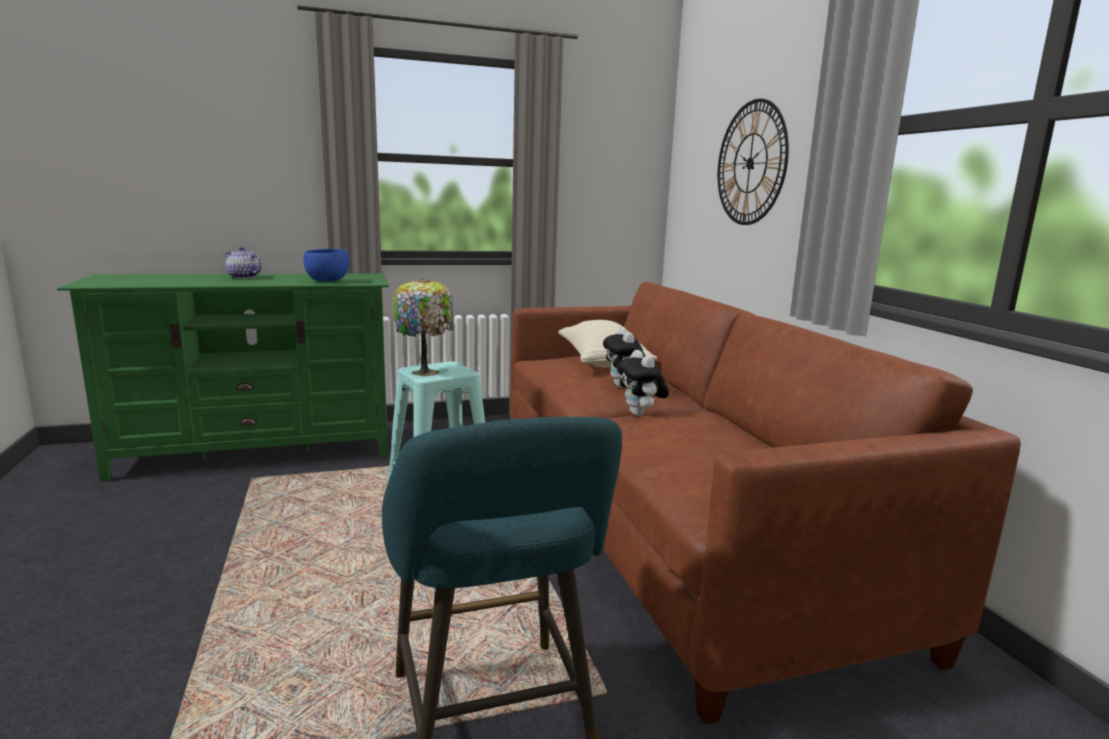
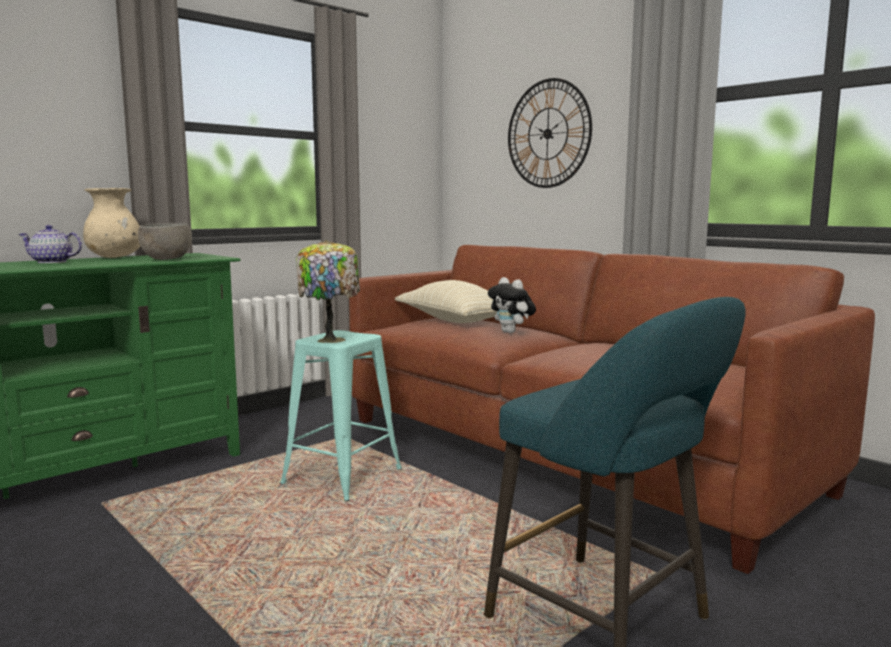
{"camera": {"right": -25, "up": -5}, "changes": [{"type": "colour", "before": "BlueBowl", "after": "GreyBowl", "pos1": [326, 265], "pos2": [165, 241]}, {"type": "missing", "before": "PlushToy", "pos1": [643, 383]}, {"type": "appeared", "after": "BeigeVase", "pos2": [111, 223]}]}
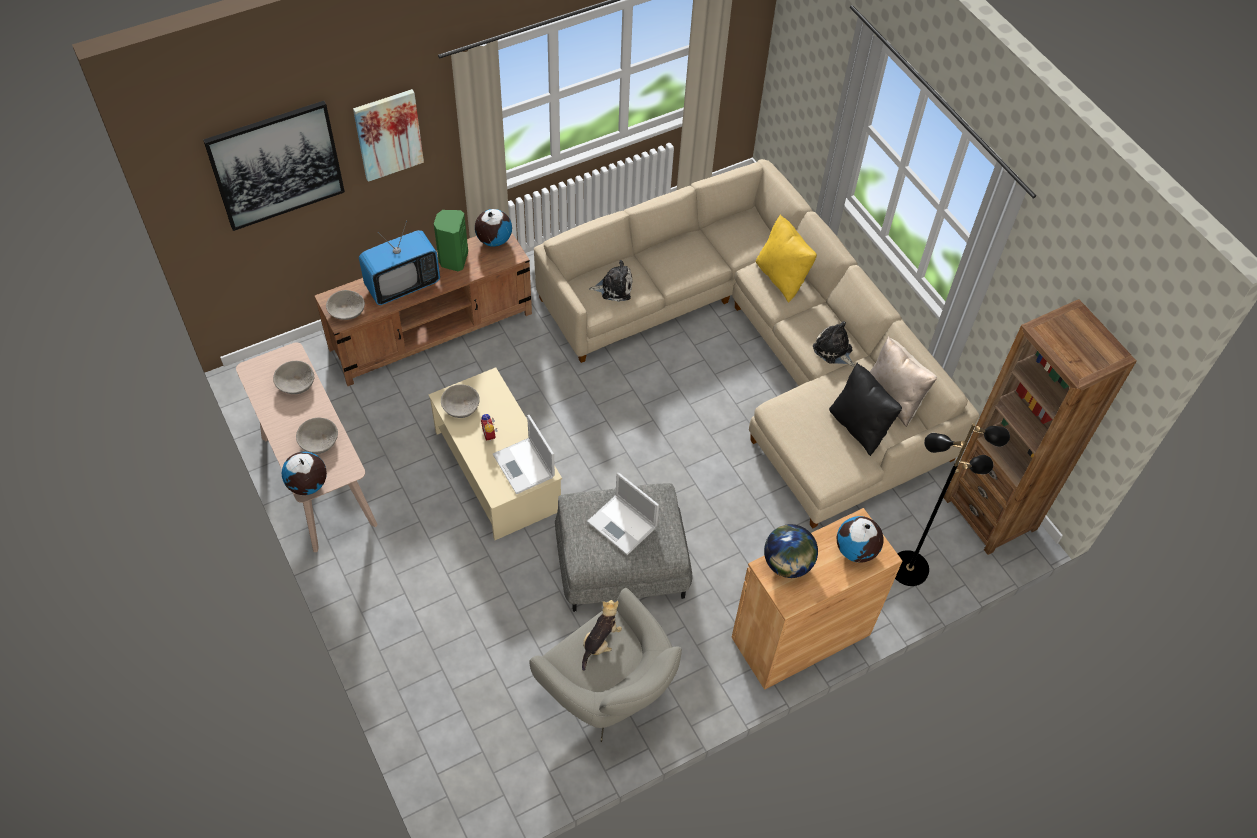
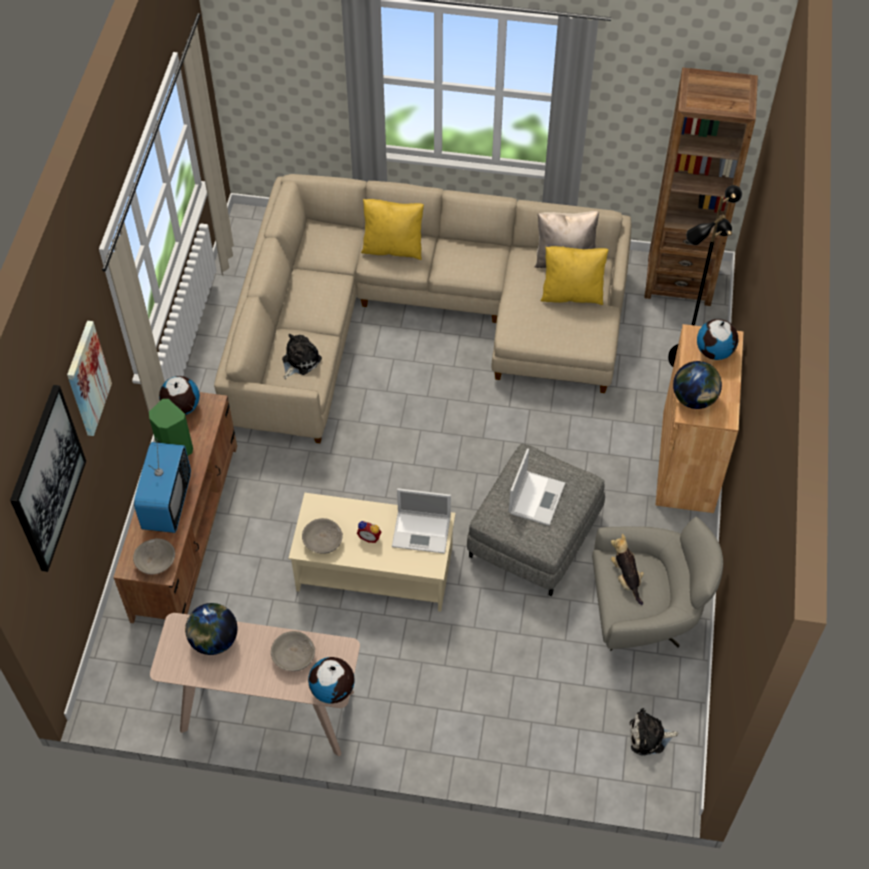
{"camera": {"right": -50, "up": 0}, "changes": [{"type": "exchanged", "before": "GreyBowl", "after": "Globe", "pos1": [294, 377], "pos2": [211, 629]}, {"type": "spun", "before": "Laptop", "pos1": [623, 513], "pos2": [537, 487], "turn": -60}, {"type": "relocated", "before": "PlushToy", "pos1": [834, 343], "pos2": [654, 732]}, {"type": "colour", "before": "BlackPillow", "after": "YellowPillow", "pos1": [865, 409], "pos2": [574, 275]}]}
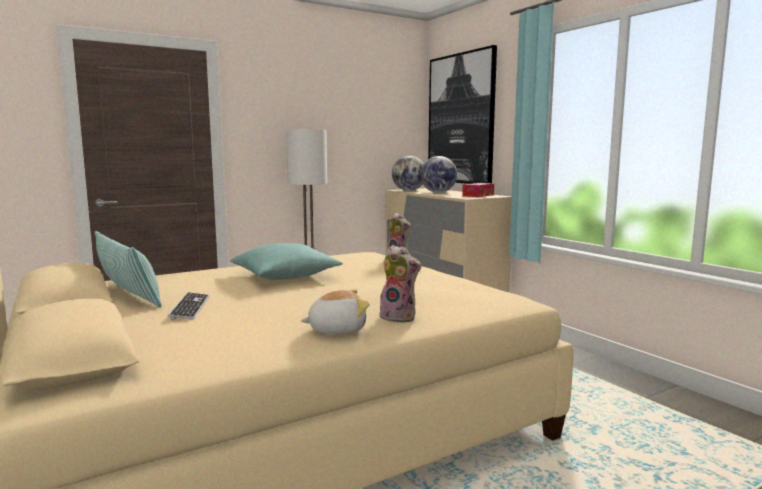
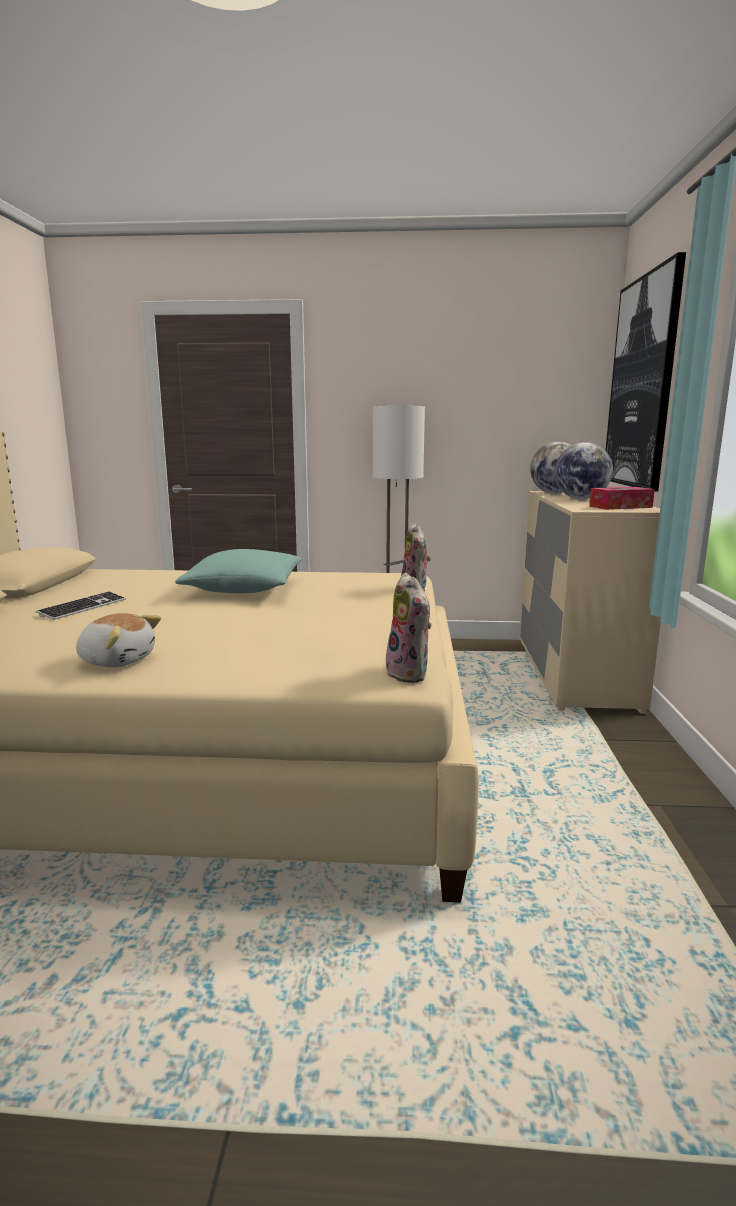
{"camera": {"right": 35, "up": 5}, "changes": [{"type": "missing", "before": "Pillow", "pos1": [128, 269]}, {"type": "relocated", "before": "PlushToy", "pos1": [400, 284], "pos2": [408, 628]}]}
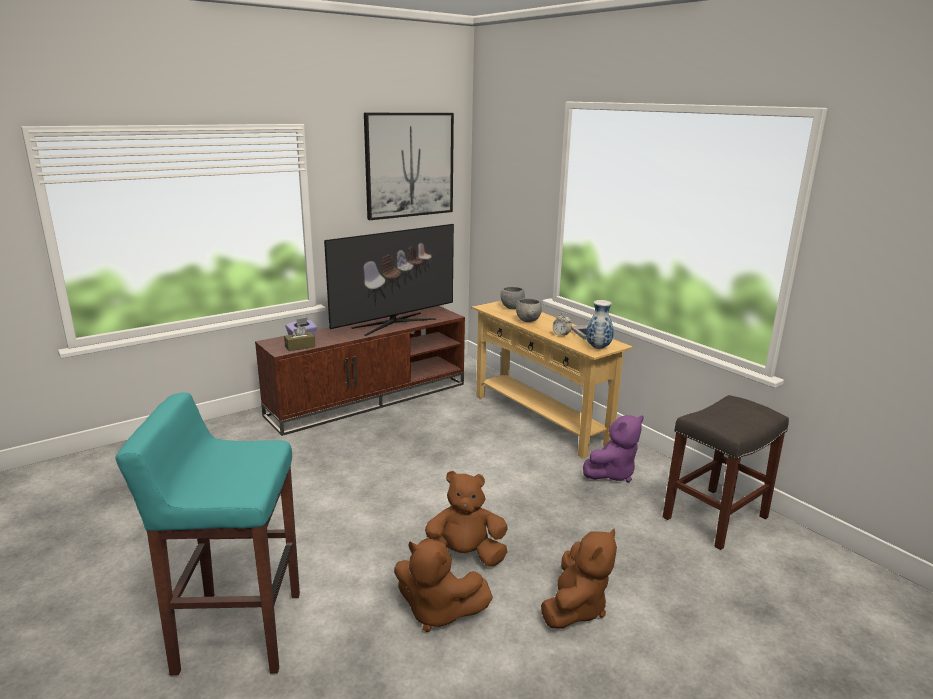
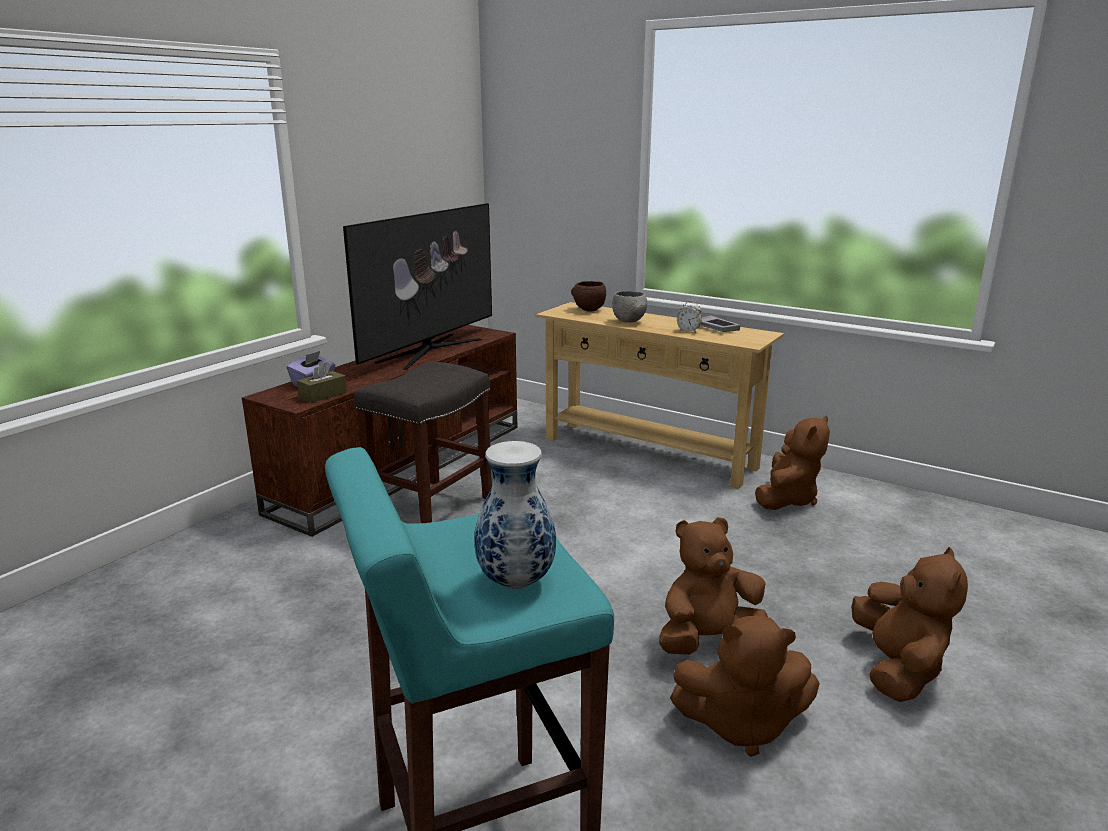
{"camera": {"right": -20, "up": 0}, "changes": [{"type": "missing", "before": "Picture", "pos1": [409, 166]}, {"type": "colour", "before": "GreyBowl", "after": "BrownBowl", "pos1": [512, 297], "pos2": [588, 296]}, {"type": "colour", "before": "PurplePlushToy", "after": "BrownPlushToy", "pos1": [613, 448], "pos2": [792, 462]}, {"type": "relocated", "before": "Vase", "pos1": [600, 324], "pos2": [515, 515]}, {"type": "relocated", "before": "GreyStool", "pos1": [726, 472], "pos2": [423, 442]}]}
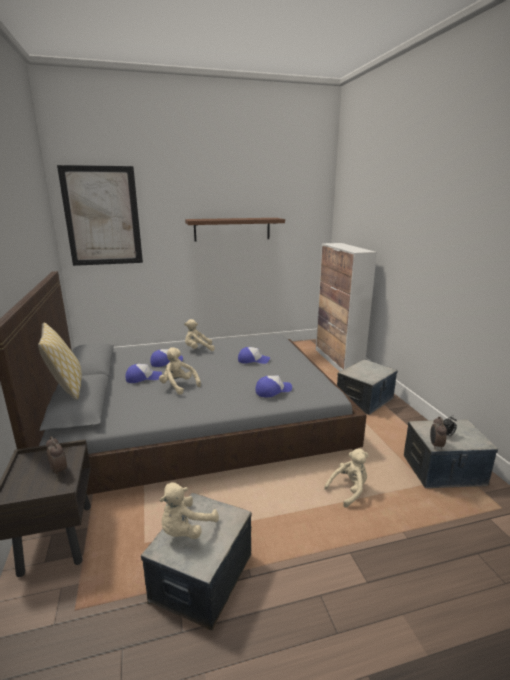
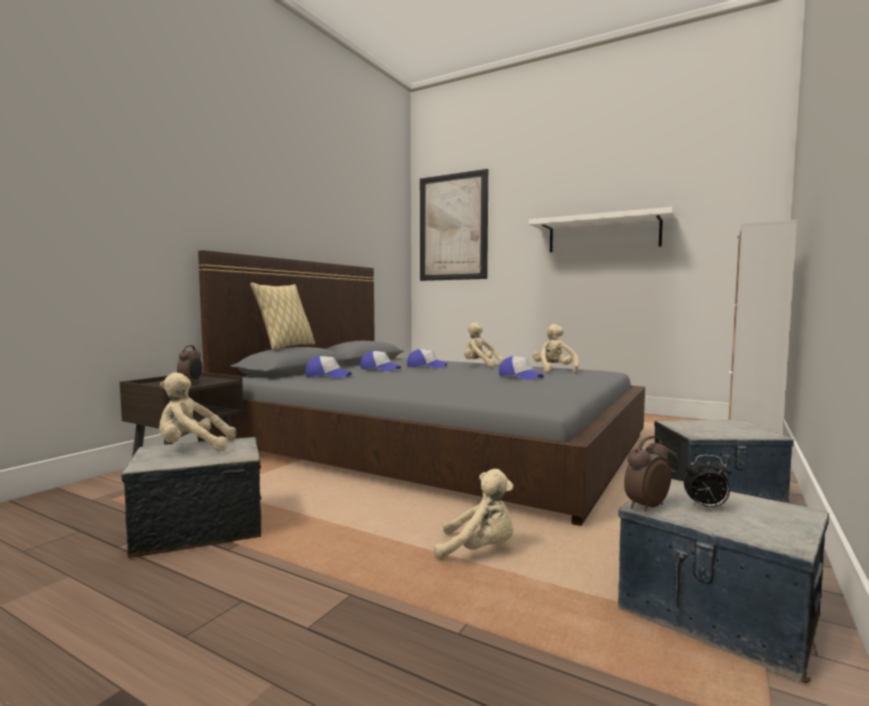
{"camera": {"right": 45, "up": -15}, "changes": [{"type": "relocated", "before": "BeigePlushToy", "pos1": [180, 371], "pos2": [556, 348]}, {"type": "colour", "before": "BrownShelf", "after": "WhiteShelf", "pos1": [235, 230], "pos2": [602, 229]}, {"type": "relocated", "before": "Cap", "pos1": [273, 387], "pos2": [328, 367]}]}
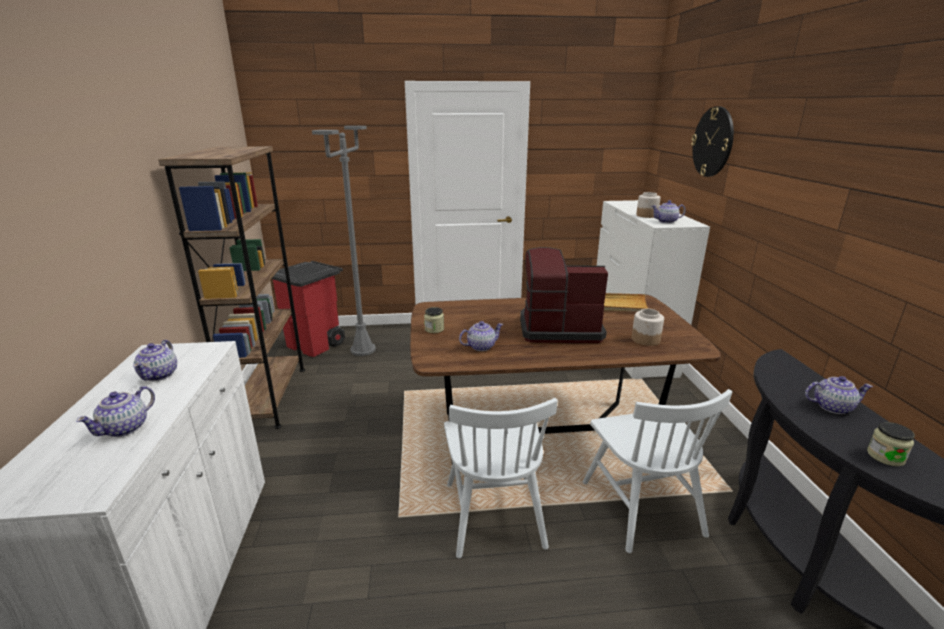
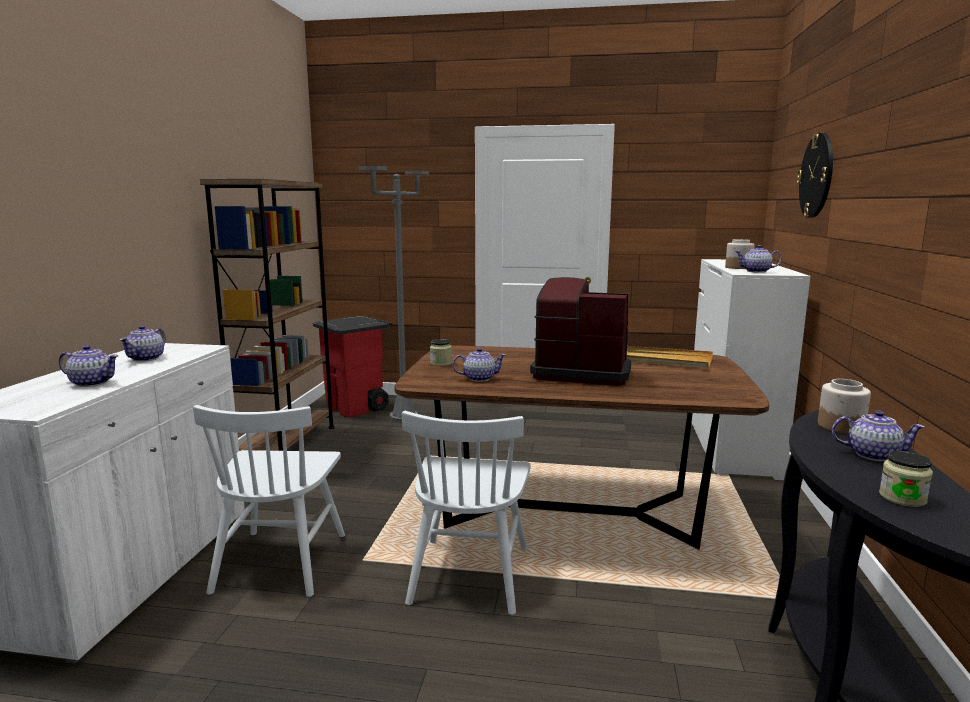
{"camera": {"right": 15, "up": -10}, "changes": [{"type": "spun", "before": "Teapot", "pos1": [115, 411], "pos2": [88, 366], "turn": -120}, {"type": "relocated", "before": "WhiteChair", "pos1": [657, 471], "pos2": [269, 501]}, {"type": "relocated", "before": "Jar", "pos1": [648, 327], "pos2": [844, 406]}]}
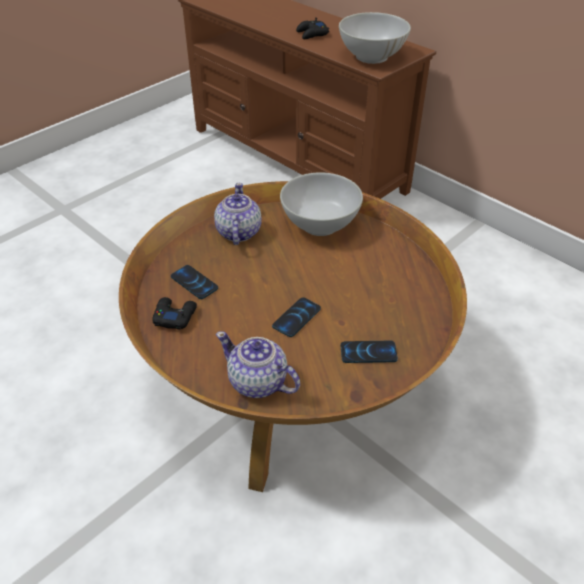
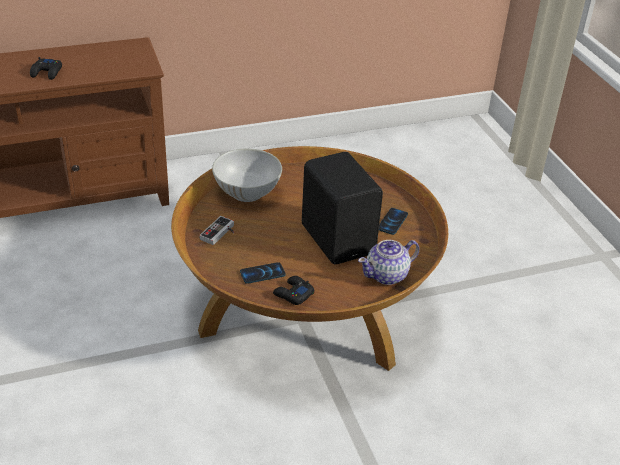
{"camera": {"right": -65, "up": -5}, "changes": [{"type": "exchanged", "before": "Teapot", "after": "GameController", "pos1": [238, 214], "pos2": [216, 230]}, {"type": "exchanged", "before": "Phone", "after": "BlackSpeaker", "pos1": [296, 317], "pos2": [342, 208]}, {"type": "missing", "before": "WhiteBowl", "pos1": [375, 38]}]}
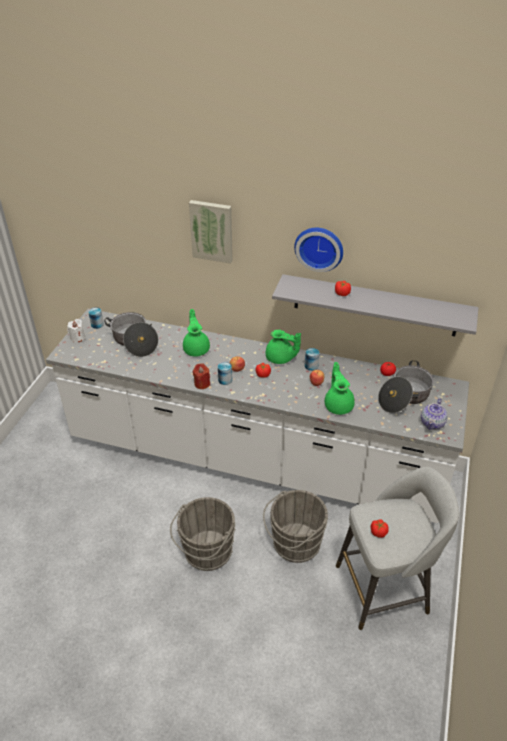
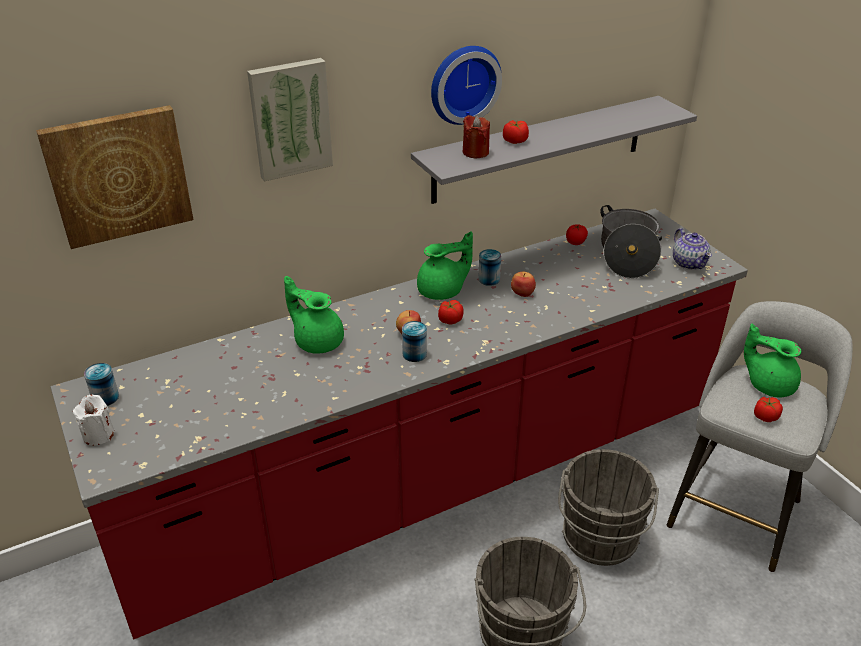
{"camera": {"right": -45, "up": -5}, "changes": [{"type": "colour", "before": "WhiteCounter", "after": "RedCounter", "pos1": [257, 416], "pos2": [399, 424]}, {"type": "missing", "before": "CookingPot", "pos1": [131, 334]}, {"type": "relocated", "before": "RedCandle", "pos1": [201, 376], "pos2": [476, 136]}, {"type": "relocated", "before": "GreenTeapot", "pos1": [340, 388], "pos2": [772, 360]}, {"type": "appeared", "after": "Picture", "pos2": [115, 177]}]}
